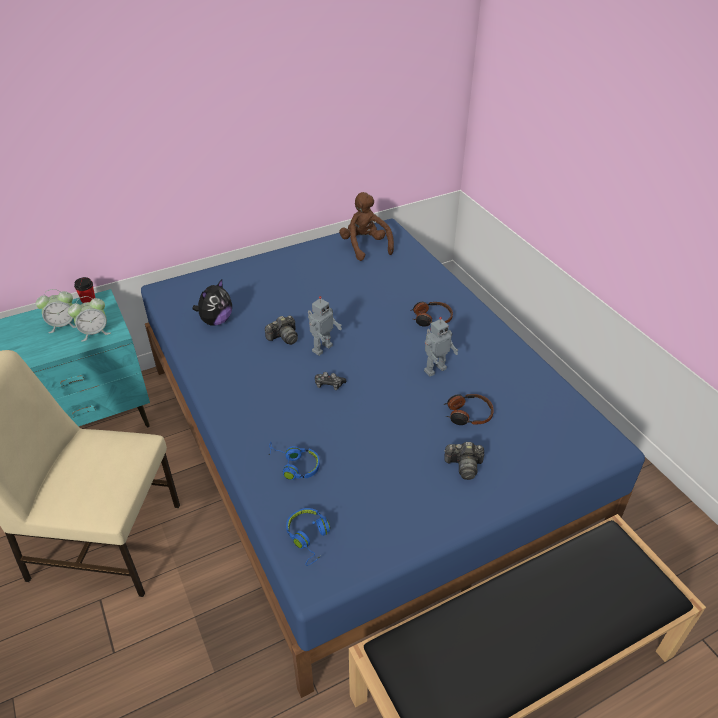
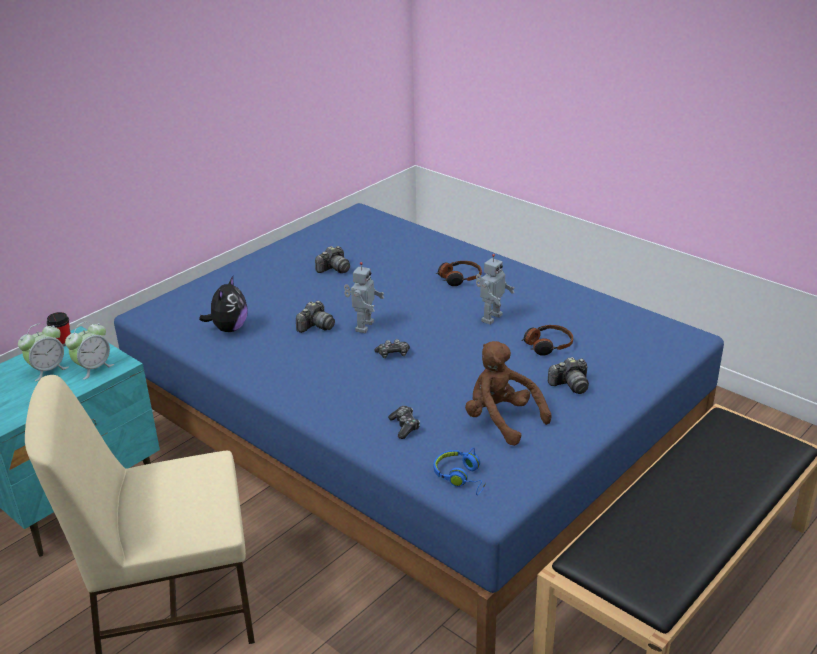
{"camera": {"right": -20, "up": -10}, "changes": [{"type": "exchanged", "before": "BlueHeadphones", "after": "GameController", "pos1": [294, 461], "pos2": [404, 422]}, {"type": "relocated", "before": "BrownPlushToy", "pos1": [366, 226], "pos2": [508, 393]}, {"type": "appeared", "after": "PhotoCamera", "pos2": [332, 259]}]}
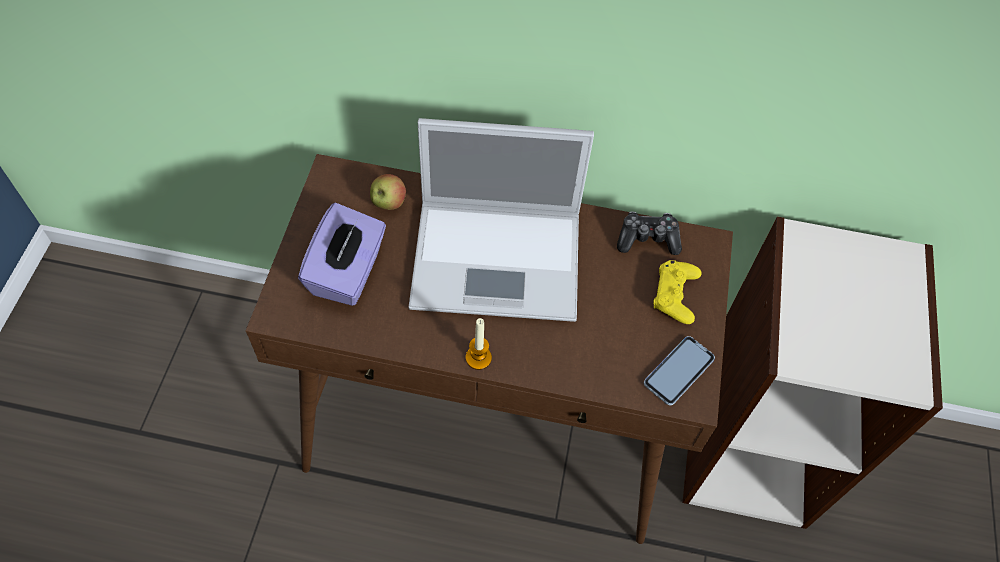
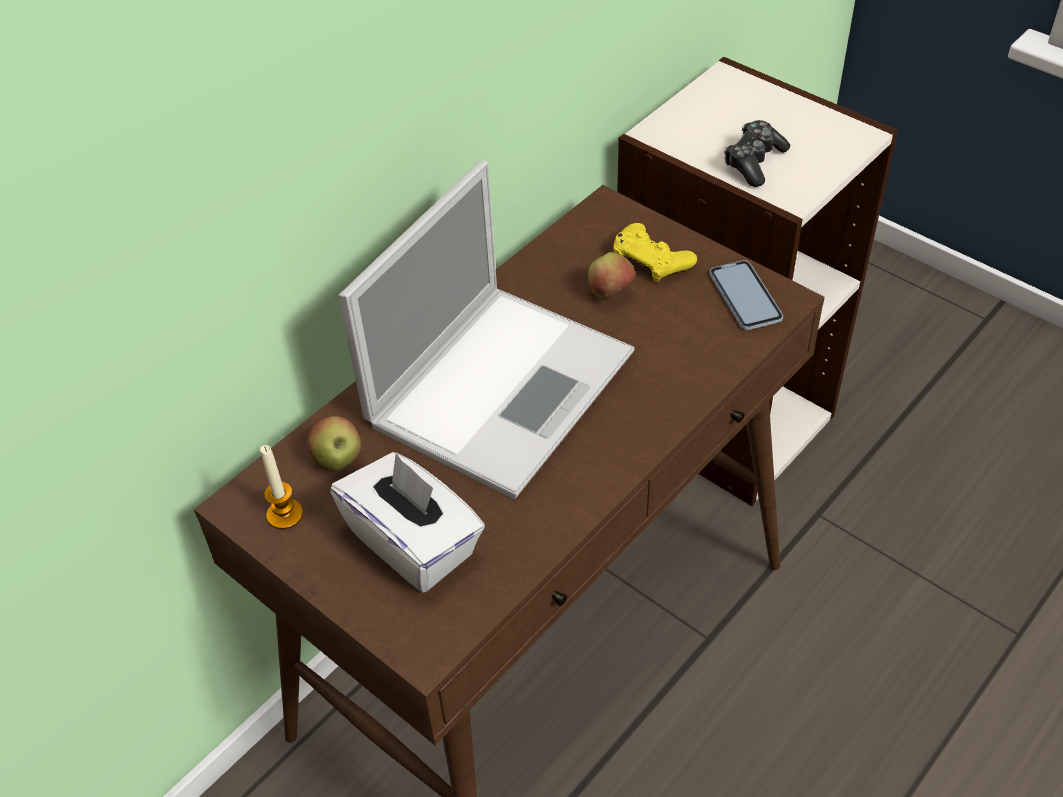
{"camera": {"right": -55, "up": -10}, "changes": [{"type": "colour", "before": "PurpleTissueBox", "after": "WhiteTissueBox", "pos1": [342, 254], "pos2": [407, 522]}, {"type": "relocated", "before": "Candle", "pos1": [479, 344], "pos2": [281, 487]}, {"type": "relocated", "before": "GameController", "pos1": [649, 233], "pos2": [757, 153]}, {"type": "appeared", "after": "Apple", "pos2": [612, 275]}]}
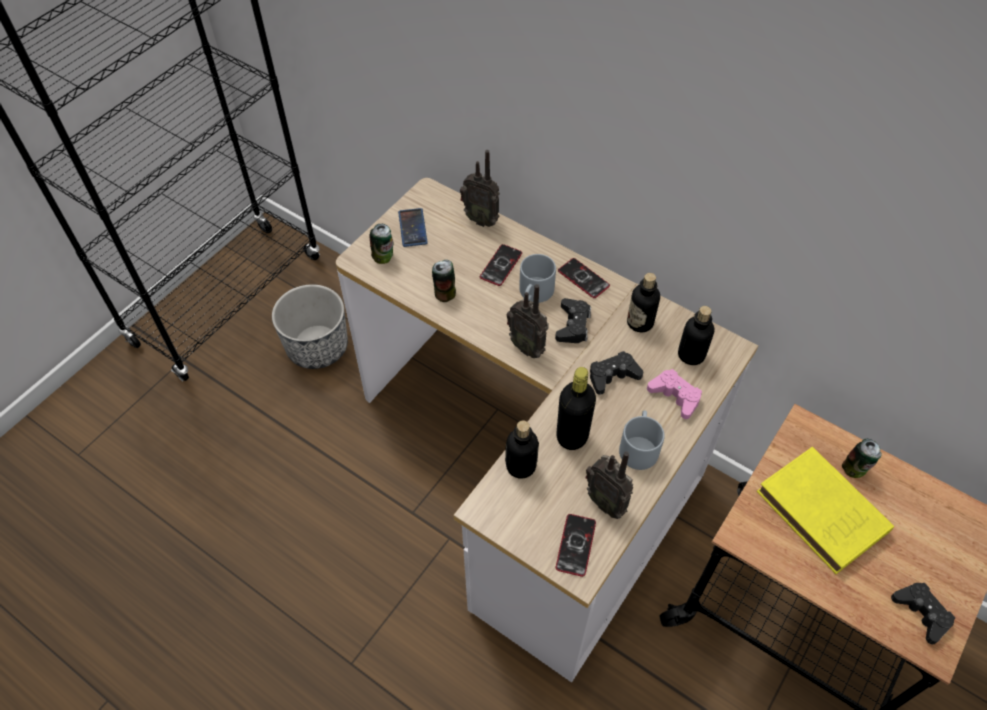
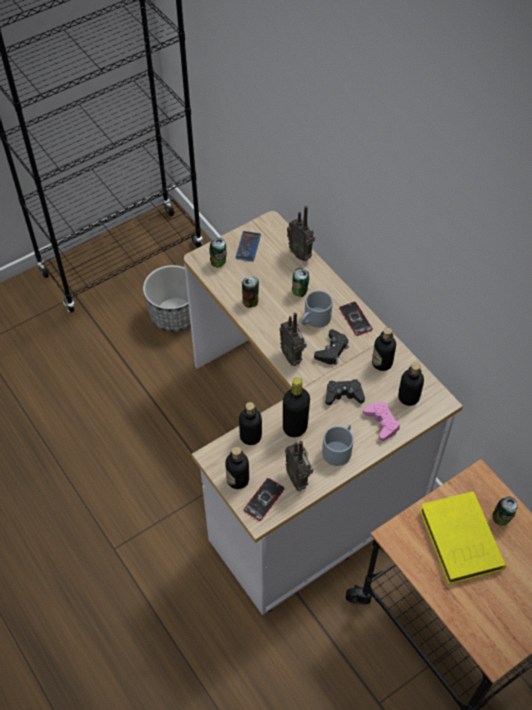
{"camera": {"right": 20, "up": 0}, "changes": [{"type": "exchanged", "before": "Phone", "after": "Can", "pos1": [501, 265], "pos2": [300, 282]}, {"type": "missing", "before": "BlackGameController", "pos1": [923, 614]}, {"type": "appeared", "after": "Bottle", "pos2": [237, 468]}]}
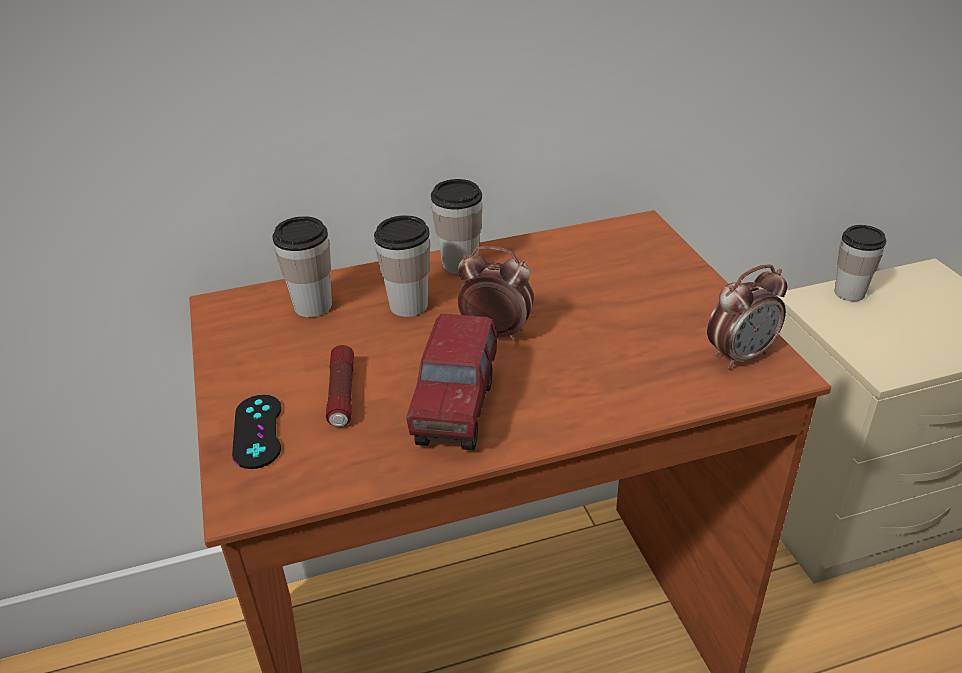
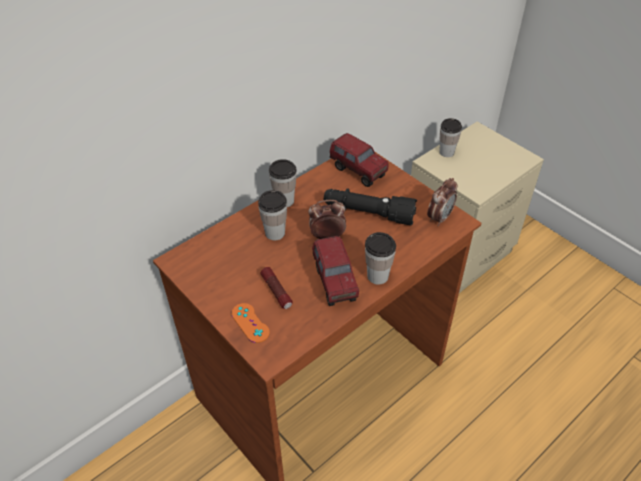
{"camera": {"right": -25, "up": 10}, "changes": [{"type": "colour", "before": "BlackGameController", "after": "OrangeGameController", "pos1": [257, 432], "pos2": [251, 323]}, {"type": "relocated", "before": "Cup", "pos1": [302, 266], "pos2": [380, 258]}, {"type": "appeared", "after": "BlackFlashlight", "pos2": [370, 206]}, {"type": "appeared", "after": "ToyTruck", "pos2": [359, 160]}]}
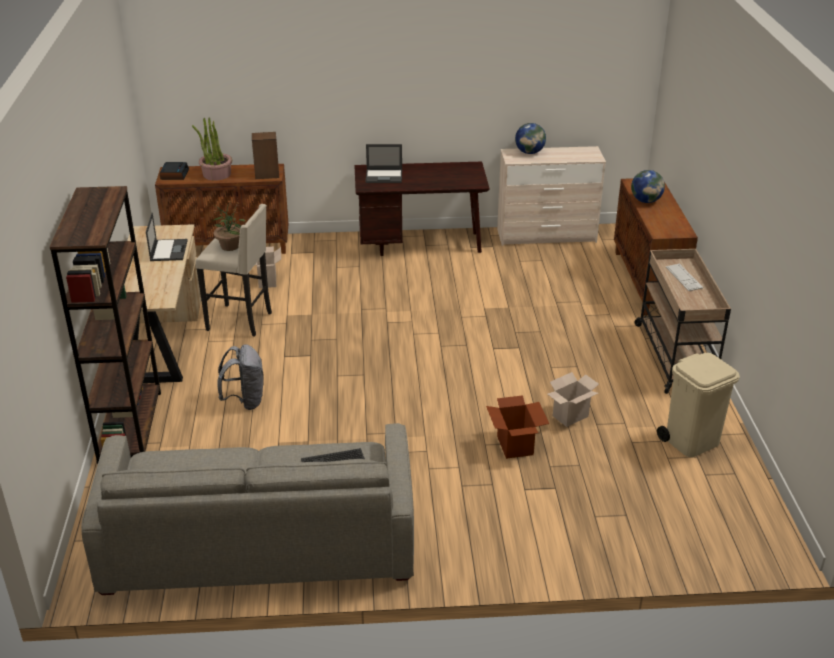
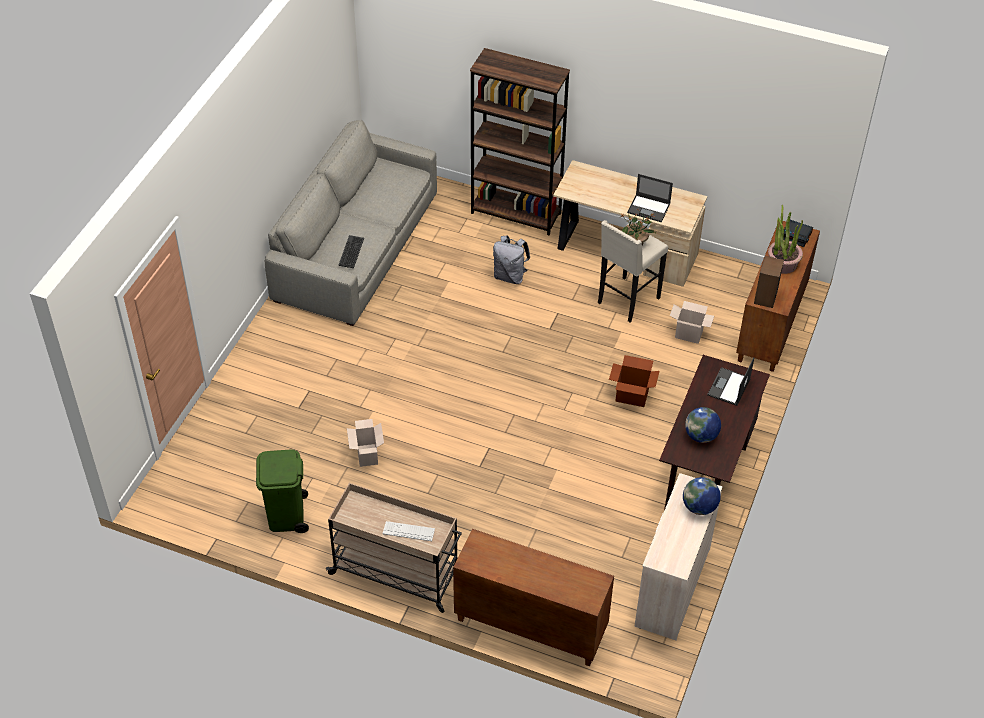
{"camera": {"right": 115, "up": 15}, "changes": [{"type": "relocated", "before": "CardboardBox", "pos1": [517, 427], "pos2": [634, 381]}, {"type": "relocated", "before": "Globe", "pos1": [648, 186], "pos2": [703, 425]}, {"type": "colour", "before": "BeigeTrashCan", "after": "GreenTrashCan", "pos1": [698, 405], "pos2": [282, 491]}]}
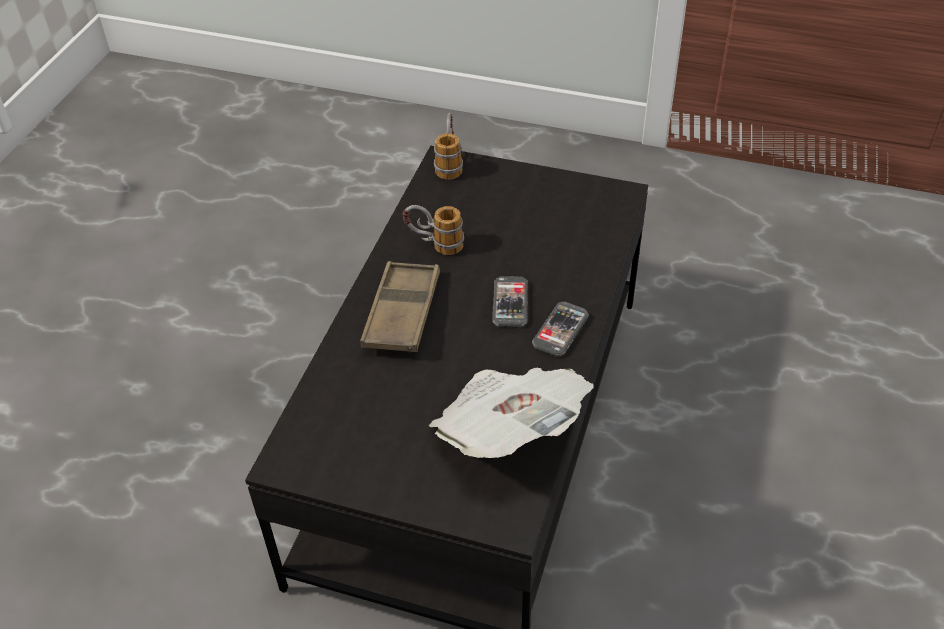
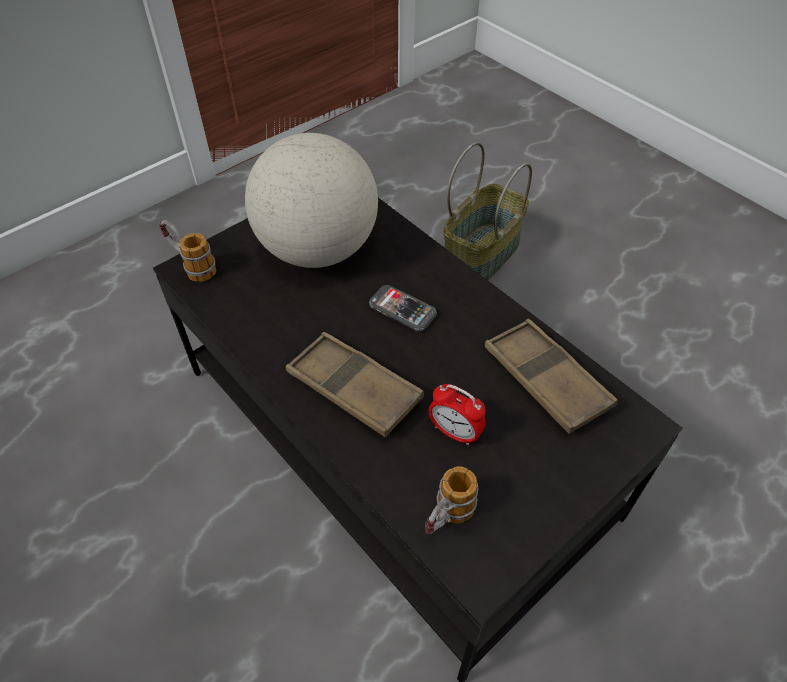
{"camera": {"right": -60, "up": 5}, "changes": [{"type": "relocated", "before": "Mug", "pos1": [433, 230], "pos2": [452, 500]}, {"type": "exchanged", "before": "Newspaper", "after": "BrownTray", "pos1": [511, 413], "pos2": [551, 376]}, {"type": "missing", "before": "Phone", "pos1": [560, 329]}, {"type": "appeared", "after": "Globe", "pos2": [311, 200]}, {"type": "appeared", "after": "AlarmClock", "pos2": [457, 414]}, {"type": "appeared", "after": "Basket", "pos2": [487, 211]}]}
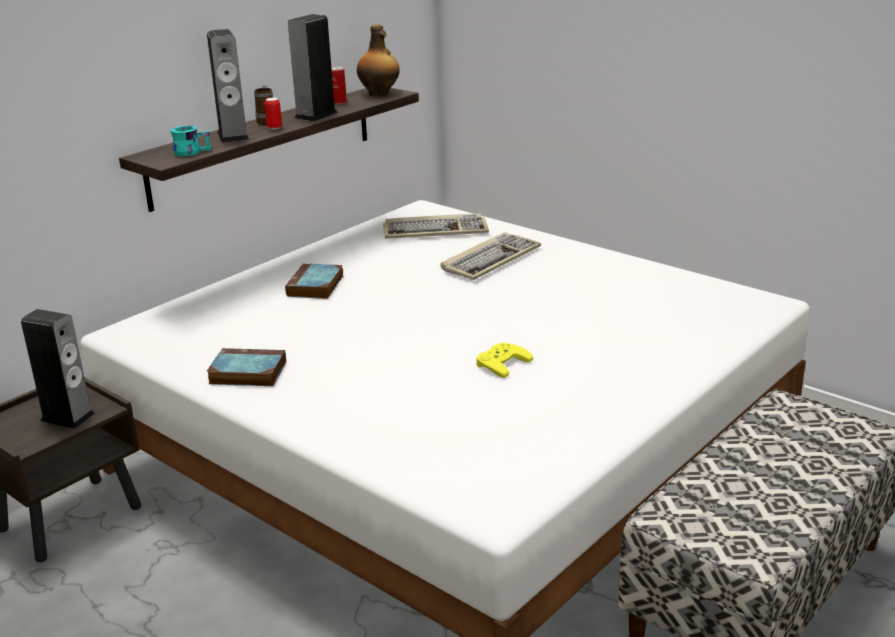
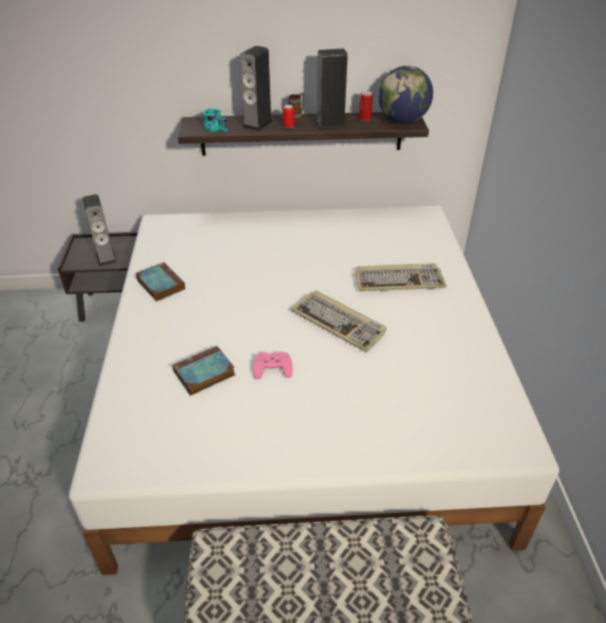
{"camera": {"right": 45, "up": 15}, "changes": [{"type": "relocated", "before": "Book", "pos1": [314, 281], "pos2": [203, 371]}, {"type": "exchanged", "before": "Bottle", "after": "Globe", "pos1": [378, 60], "pos2": [405, 95]}, {"type": "relocated", "before": "Keyboard", "pos1": [436, 226], "pos2": [339, 321]}, {"type": "colour", "before": "YellowGameController", "after": "PinkGameController", "pos1": [504, 360], "pos2": [273, 365]}]}
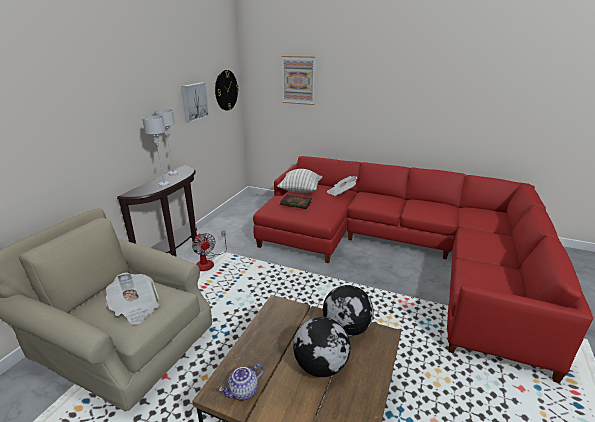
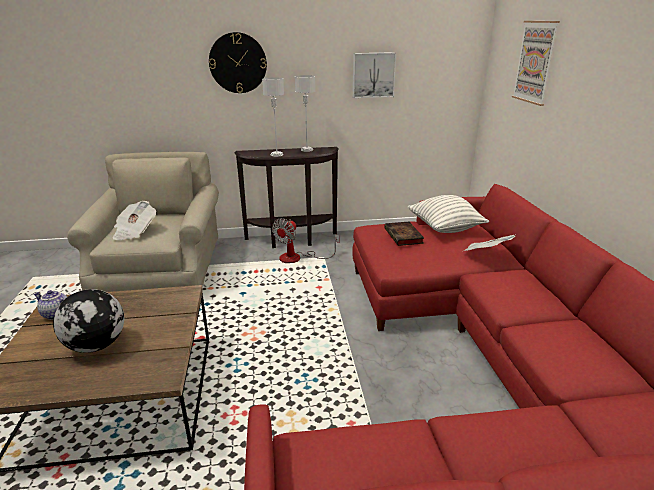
{"camera": {"right": 60, "up": 0}, "changes": [{"type": "relocated", "before": "WallClock", "pos1": [227, 90], "pos2": [238, 62]}, {"type": "missing", "before": "Globe", "pos1": [348, 311]}]}
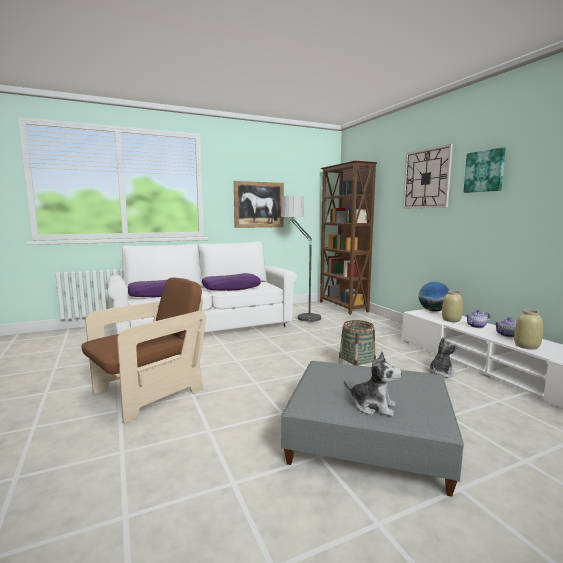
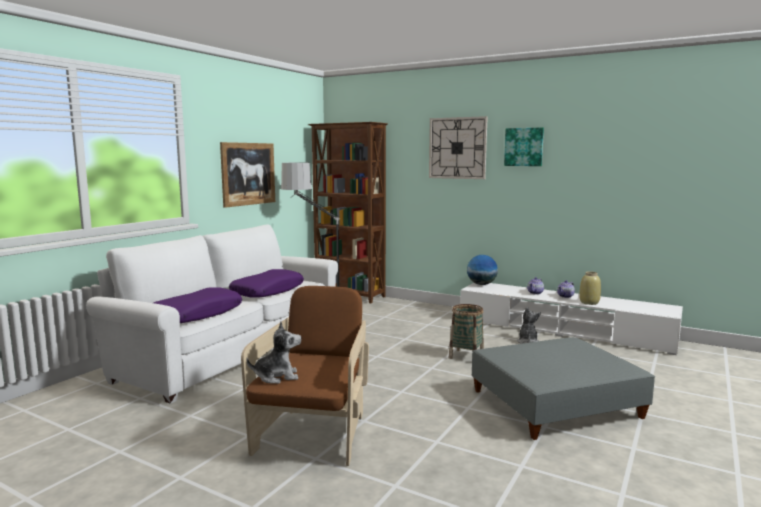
{"camera": {"right": -35, "up": 0}, "changes": [{"type": "relocated", "before": "PlushToy", "pos1": [373, 383], "pos2": [273, 352]}, {"type": "missing", "before": "BeigeVase", "pos1": [452, 306]}]}
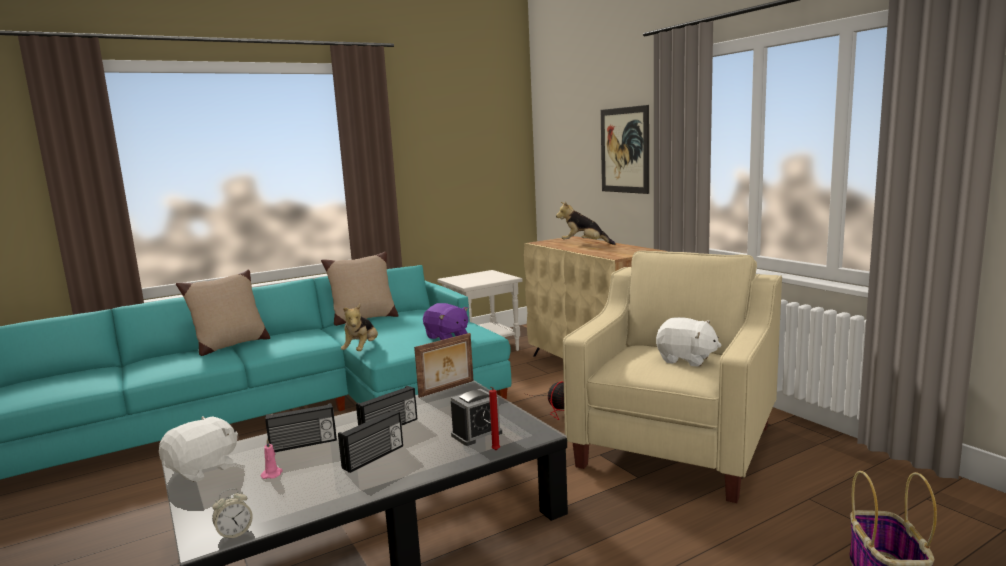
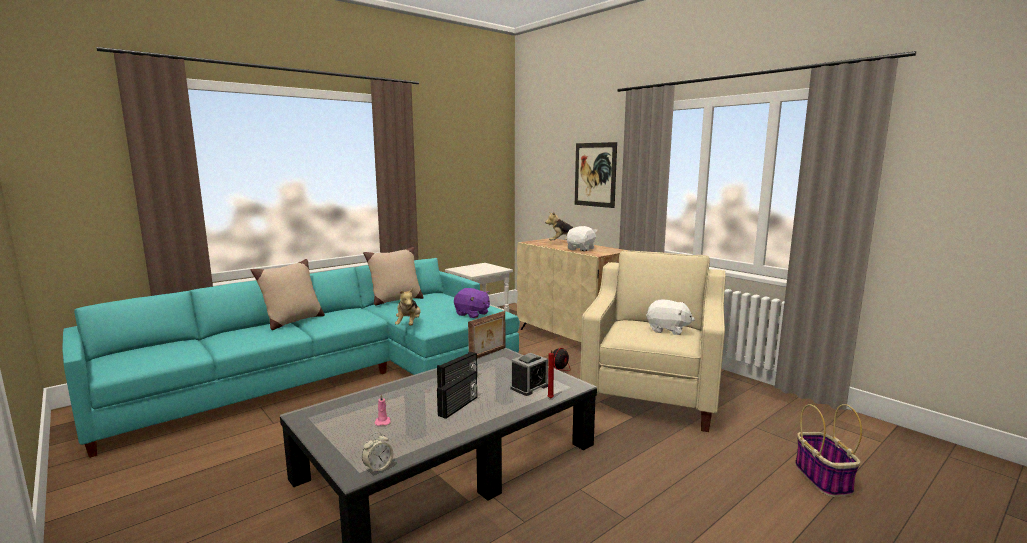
{"camera": {"right": -10, "up": 0}, "changes": [{"type": "relocated", "before": "WhitePlushToy", "pos1": [198, 449], "pos2": [582, 238]}, {"type": "missing", "before": "Radio", "pos1": [301, 427]}]}
